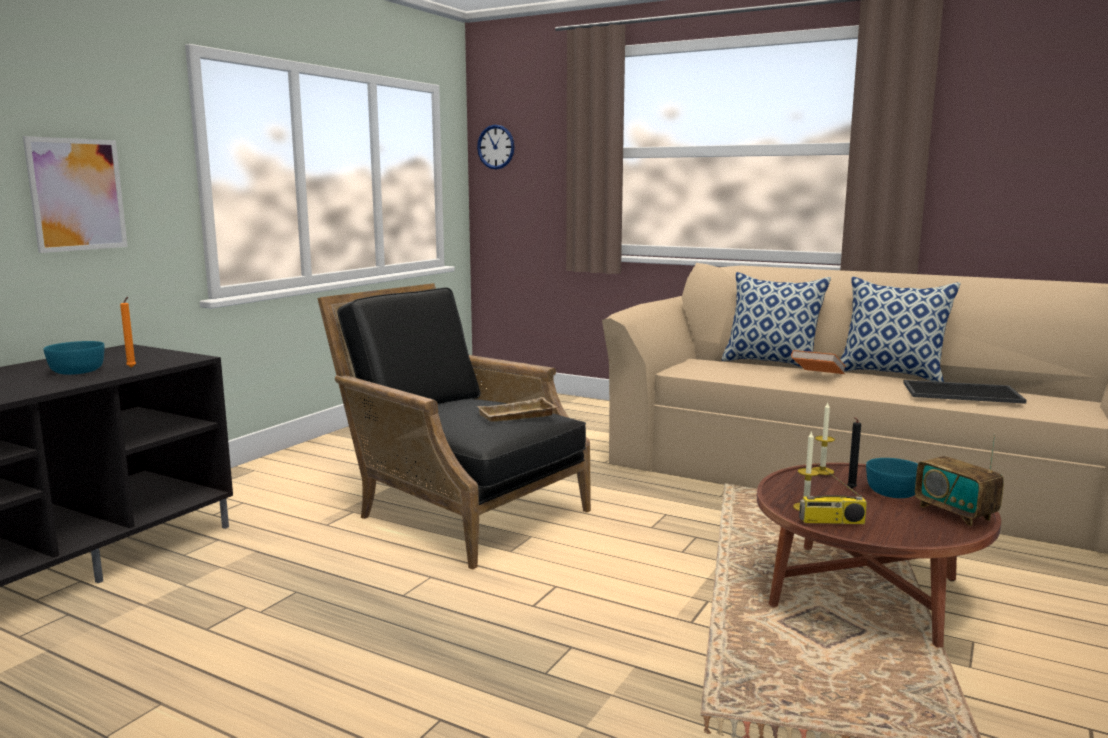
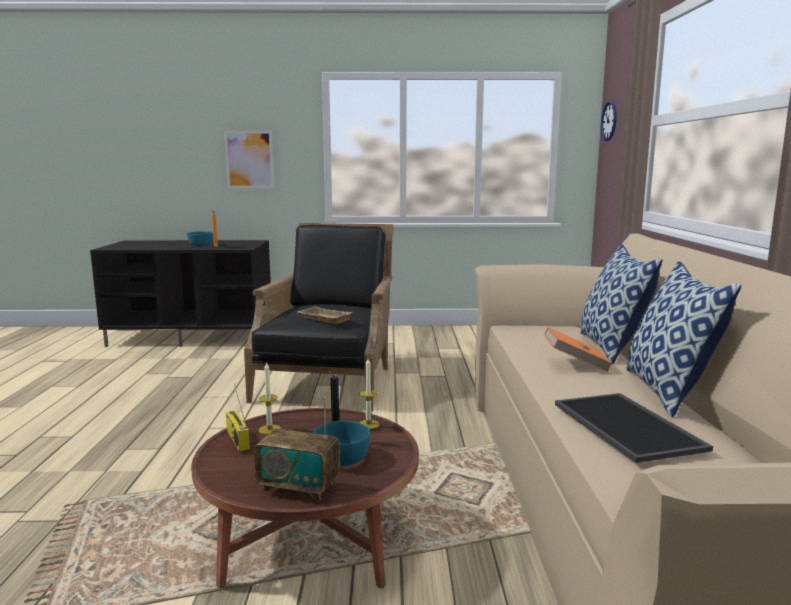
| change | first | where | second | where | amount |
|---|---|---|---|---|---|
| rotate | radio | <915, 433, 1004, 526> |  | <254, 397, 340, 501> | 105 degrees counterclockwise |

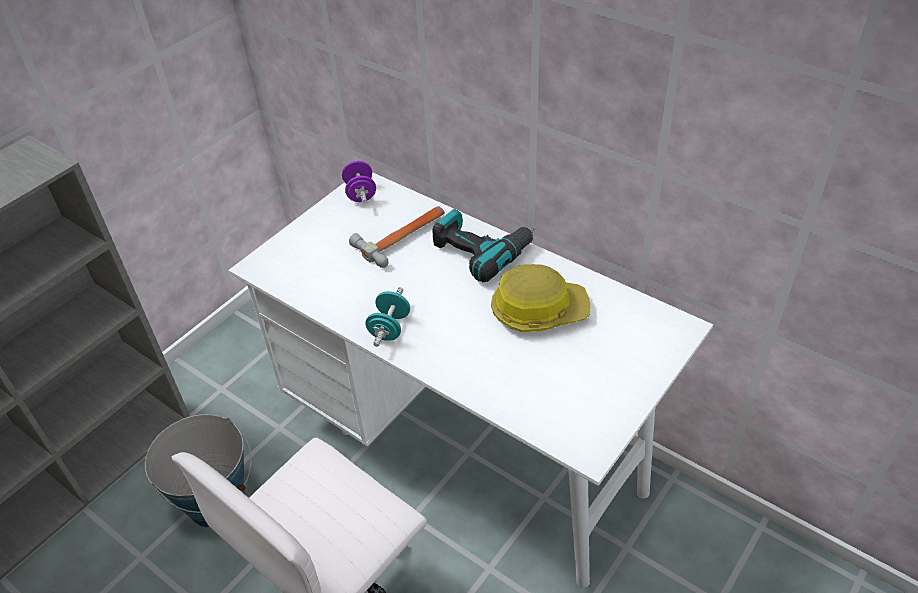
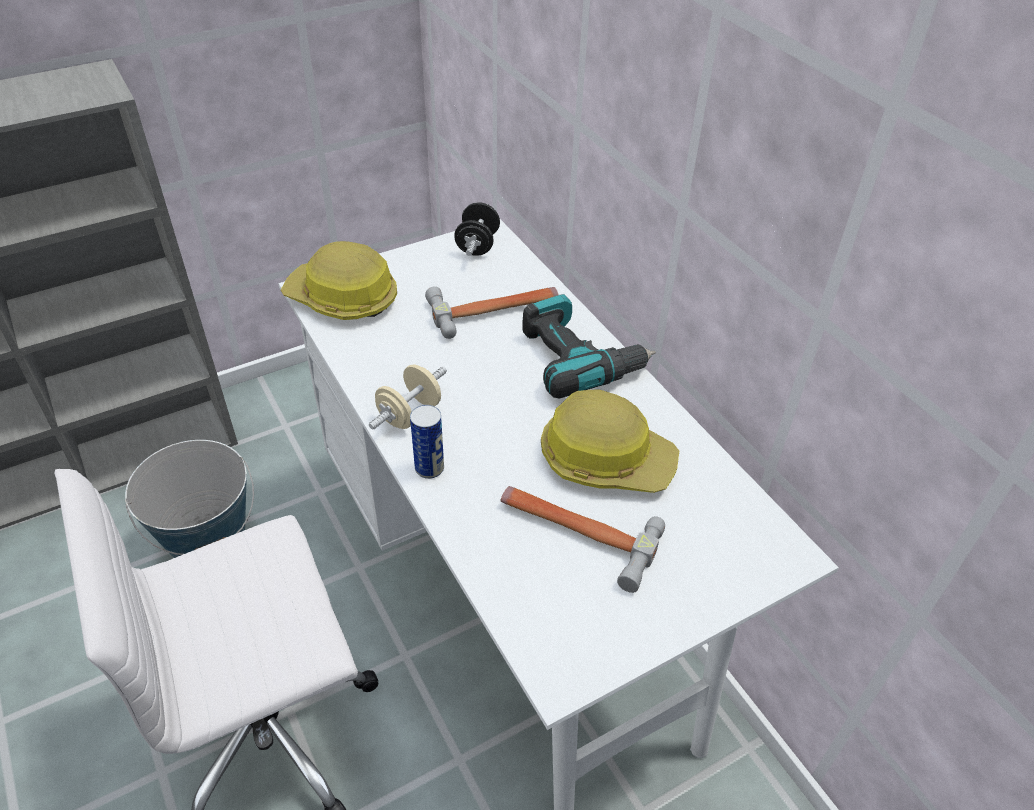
| change | first | where | second | where | amount |
|---|---|---|---|---|---|
| recolor | purple dumbbell | <342, 161, 376, 203> | black dumbbell | <454, 202, 500, 256> |  |
| recolor | turquoise dumbbell | <365, 287, 410, 347> | beige dumbbell | <369, 365, 447, 429> |  |
| insert |  |  | hard hat | <281, 241, 397, 320> |  |
| insert |  |  | can | <410, 405, 444, 479> |  |
| insert |  |  | hammer | <501, 486, 665, 593> |  |

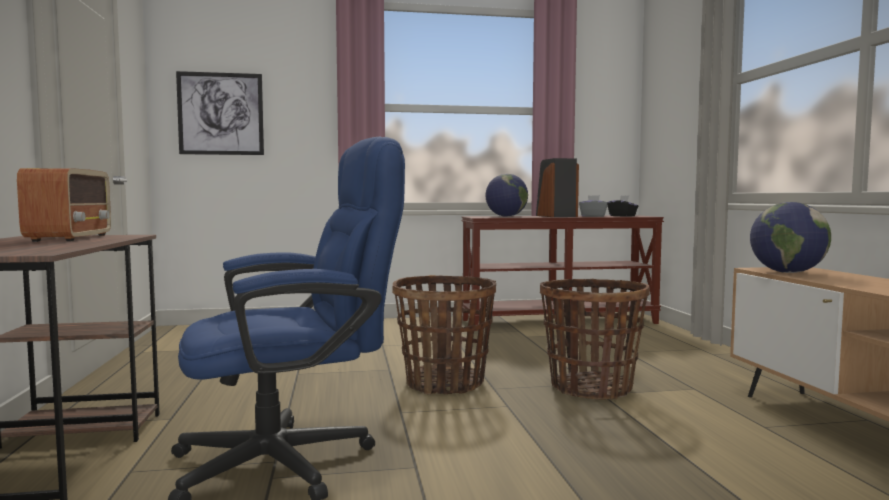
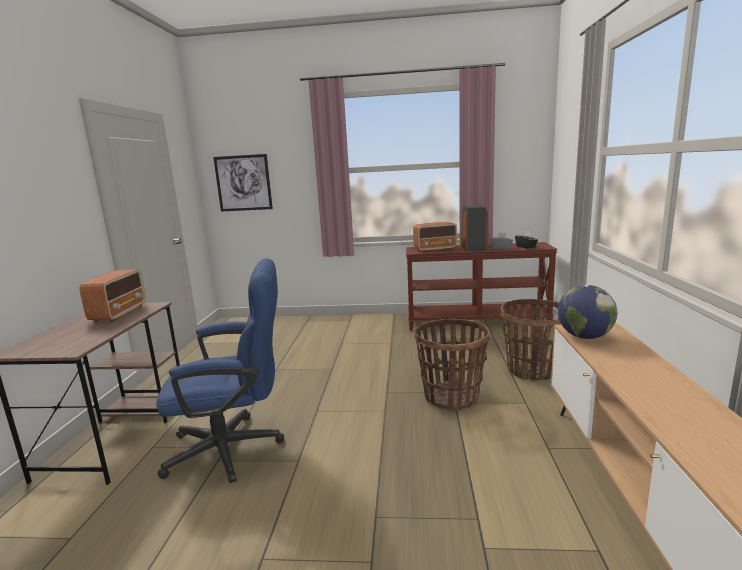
| change | first | where | second | where | amount |
|---|---|---|---|---|---|
| replace | globe | <485, 174, 528, 217> | radio | <413, 222, 457, 252> |  |
| move | basket | <392, 275, 496, 395> |  | <501, 299, 561, 380> |  |

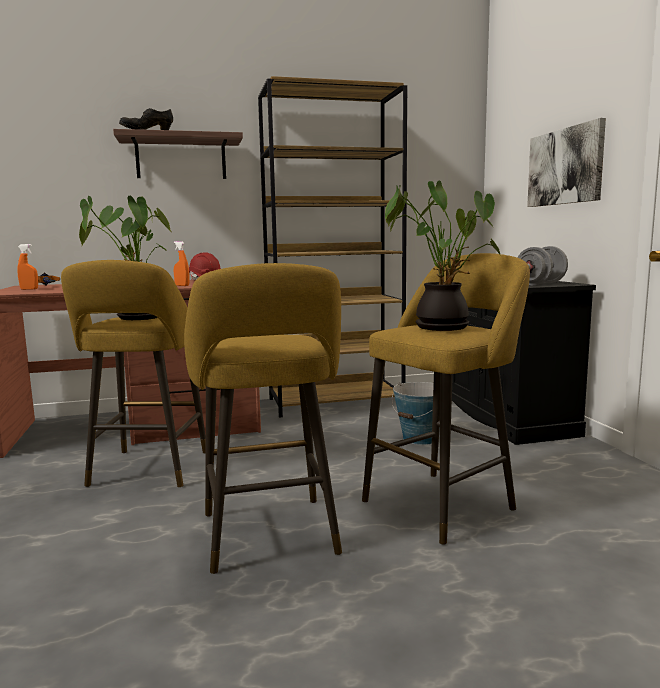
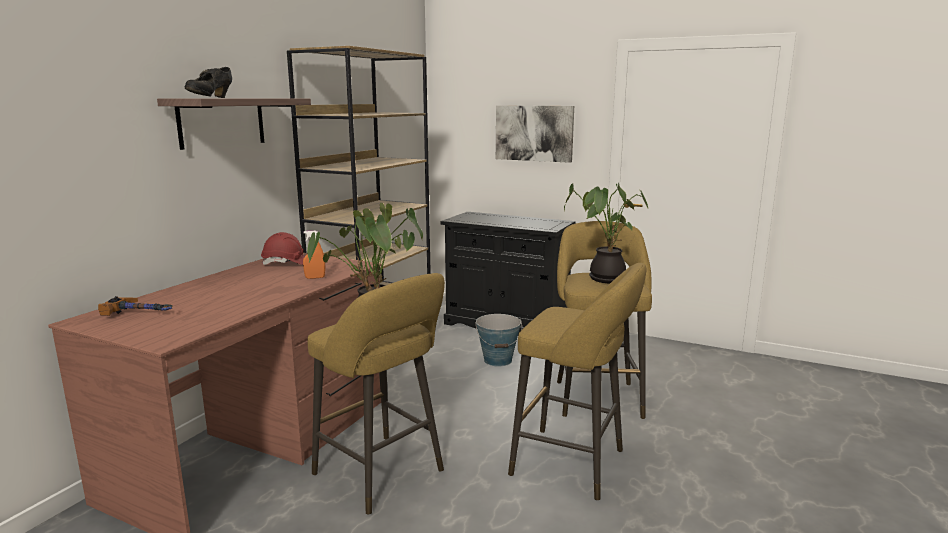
| change | first | where | second | where | amount |
|---|---|---|---|---|---|
| delete | orange spray bottle | <17, 244, 38, 290> |  |  |  |
| delete | grey dumbbell | <517, 246, 568, 285> |  |  |  |

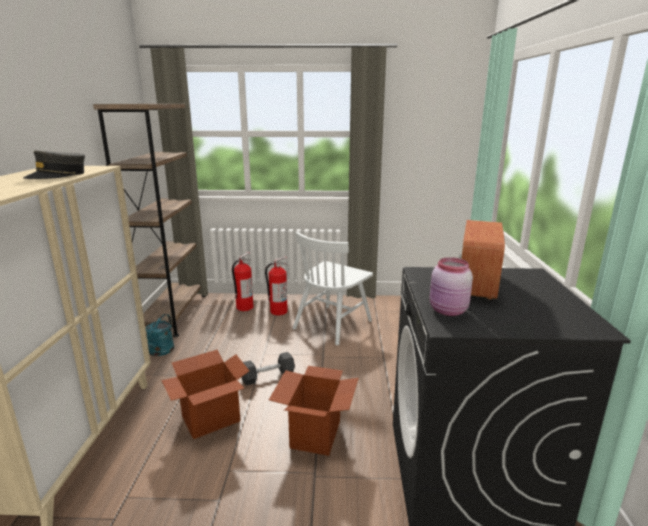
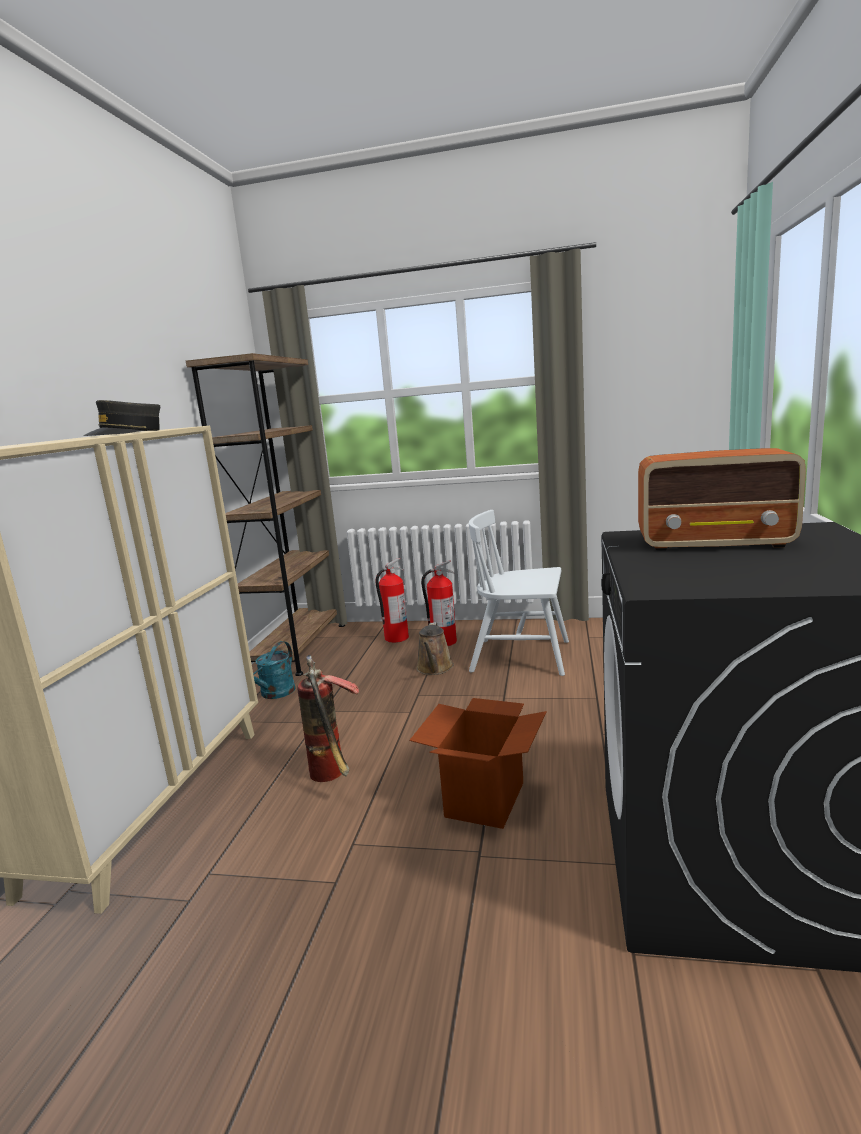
| change | first | where | second | where | amount |
|---|---|---|---|---|---|
| rotate | radio | <459, 220, 505, 301> |  | <638, 448, 806, 551> | 105 degrees counterclockwise |
| rotate | white chair | <293, 232, 373, 345> |  | <469, 510, 569, 676> | 60 degrees clockwise |
| delete | pink jar | <430, 257, 473, 316> |  |  |  |
| replace | cardboard box | <162, 350, 249, 439> | fire extinguisher | <297, 655, 359, 782> |  |
| delete | grey dumbbell | <241, 352, 295, 386> |  |  |  |
| insert |  |  | brown watering can | <416, 622, 454, 675> |  |

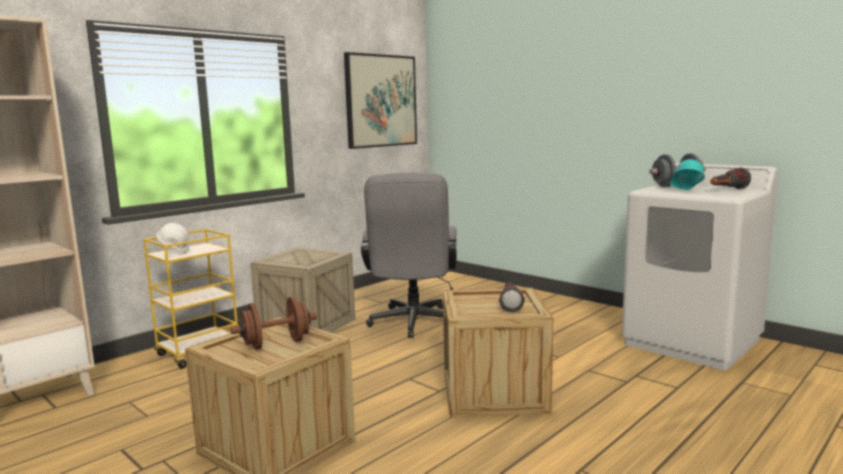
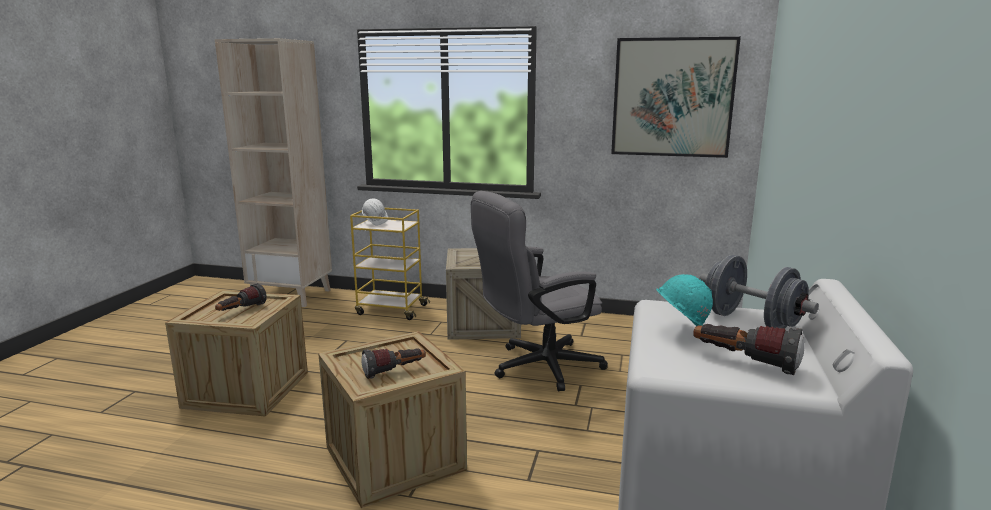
| change | first | where | second | where | amount |
|---|---|---|---|---|---|
| replace | brown dumbbell | <230, 297, 317, 350> | flashlight | <215, 283, 267, 311> |  |

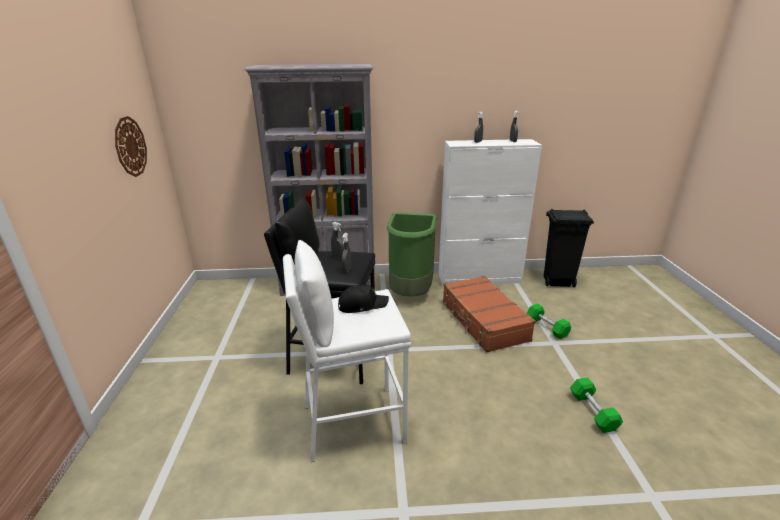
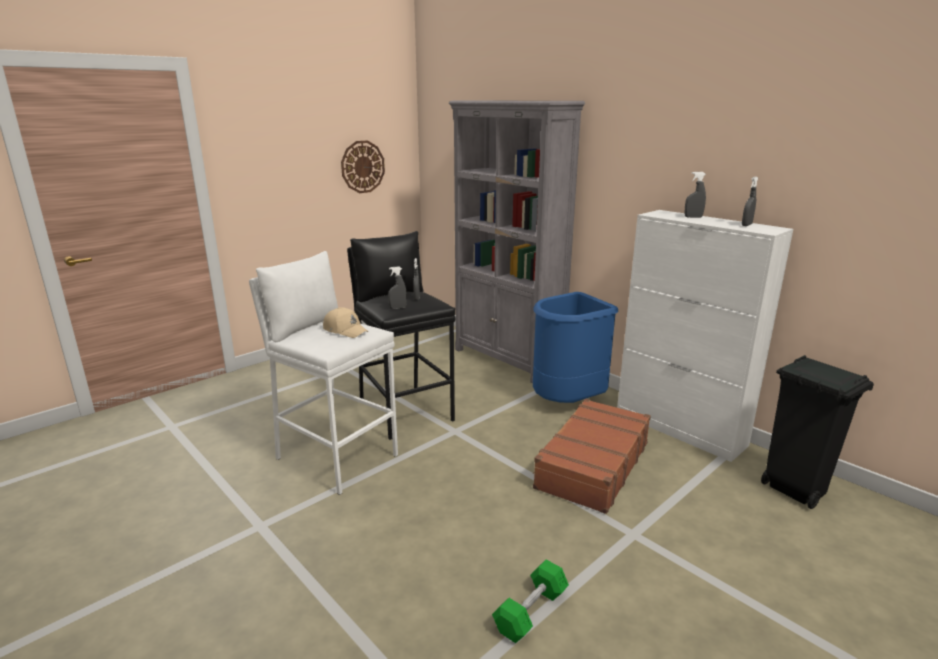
| change | first | where | second | where | amount |
|---|---|---|---|---|---|
| recolor | green trash can | <387, 212, 437, 297> | blue trash can | <533, 292, 618, 403> |  |
| recolor | black cap | <338, 284, 389, 313> | beige cap | <323, 307, 368, 338> |  |
| delete | green dumbbell | <527, 304, 571, 339> |  |  |  |

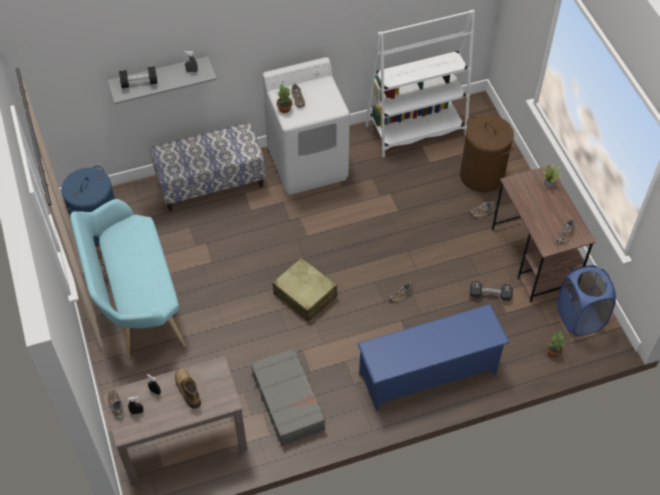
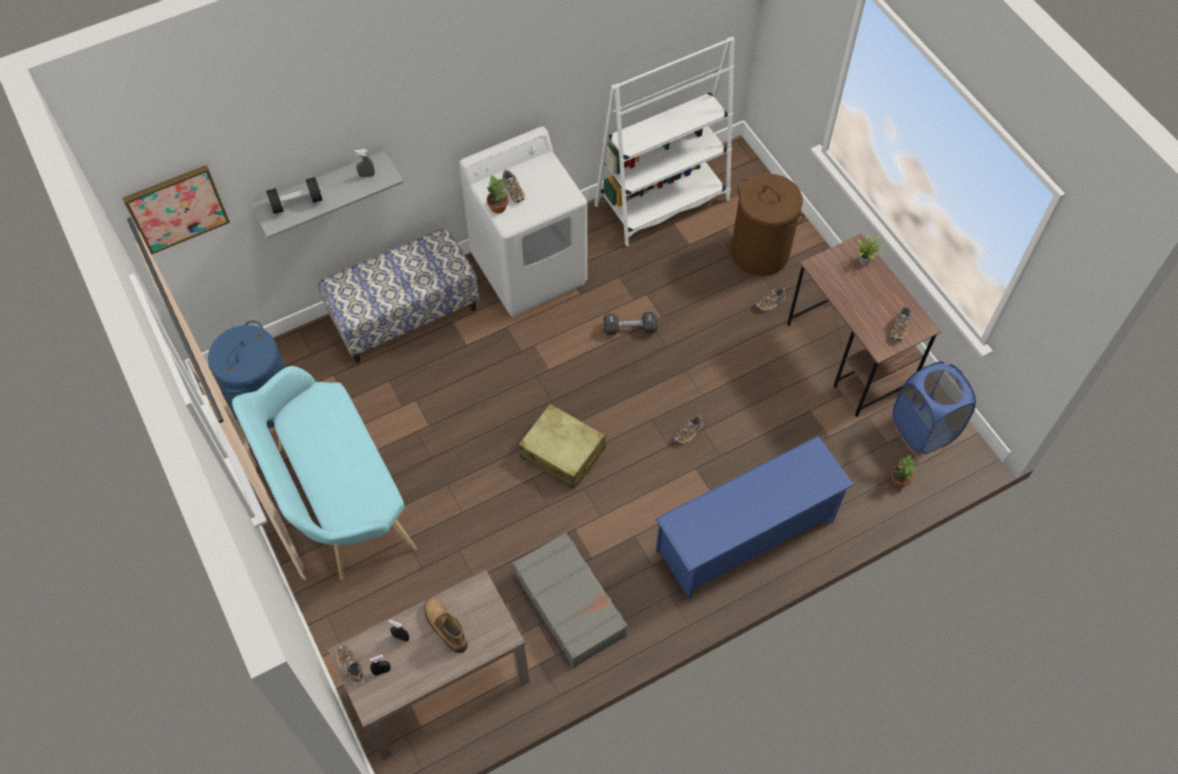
| change | first | where | second | where | amount |
|---|---|---|---|---|---|
| move | black dumbbell | <470, 281, 513, 301> |  | <603, 312, 657, 335> |  |
| insert |  |  | picture | <122, 165, 230, 255> |  |

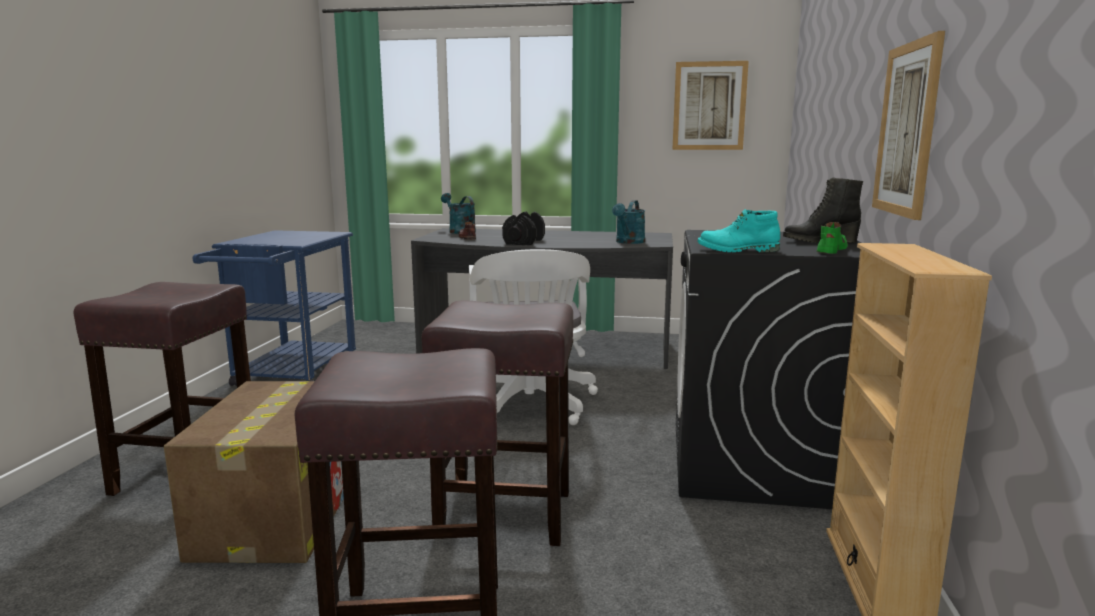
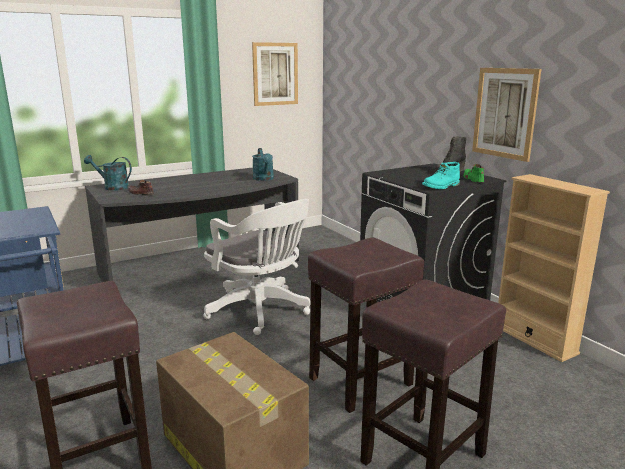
| change | first | where | second | where | amount |
|---|---|---|---|---|---|
| delete | black dumbbell | <502, 211, 545, 245> |  |  |  |

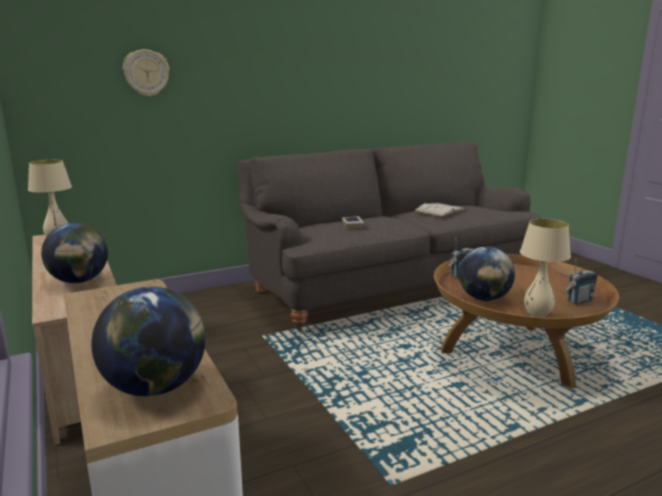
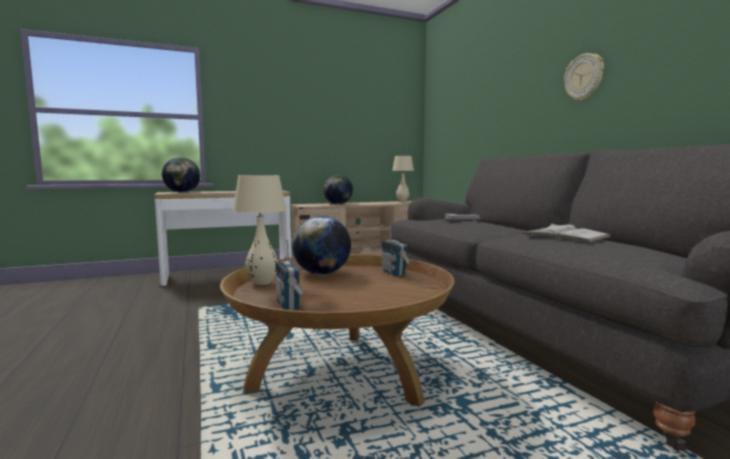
| change | first | where | second | where | amount |
|---|---|---|---|---|---|
| move | wall clock | <123, 49, 169, 96> |  | <564, 53, 604, 101> |  |

